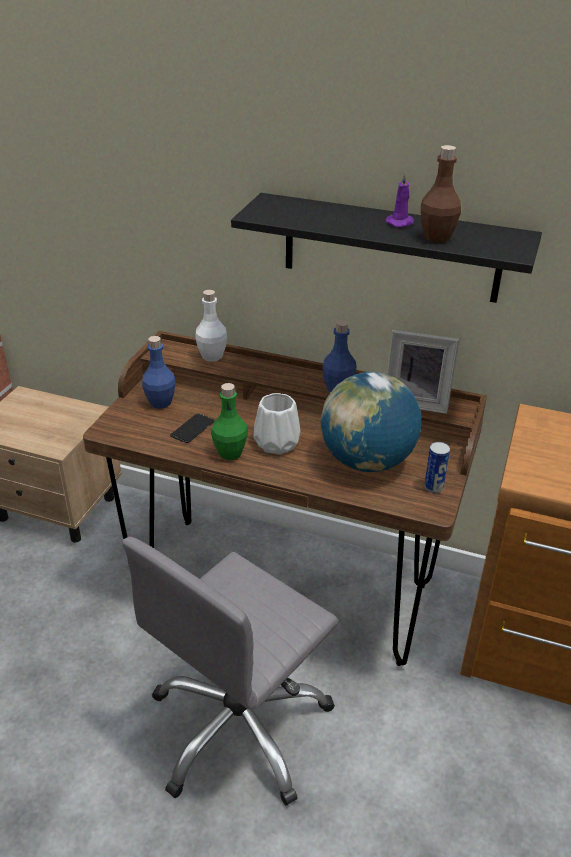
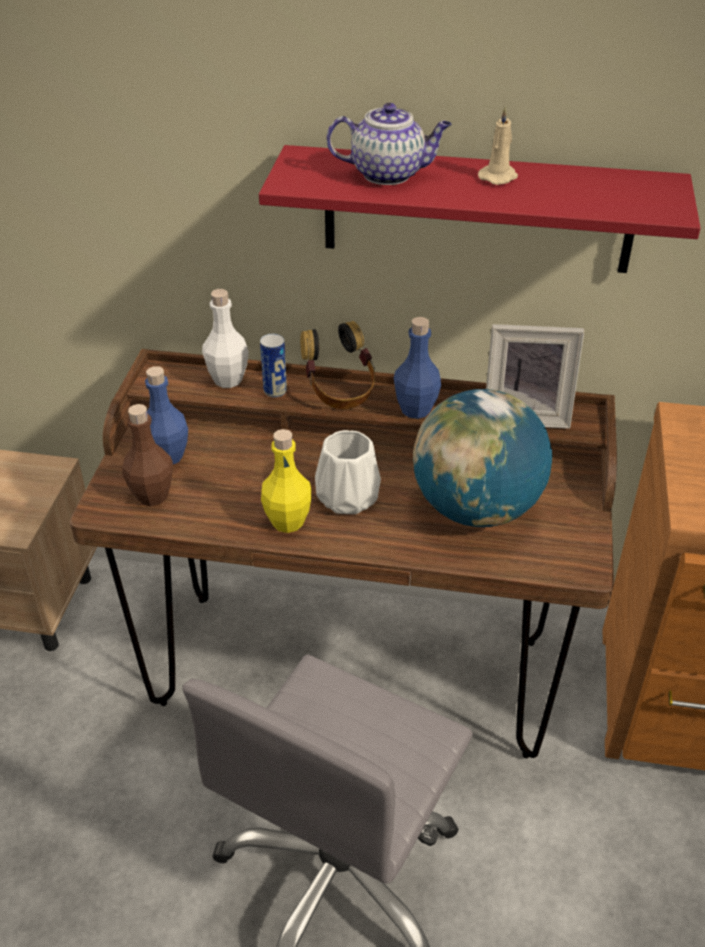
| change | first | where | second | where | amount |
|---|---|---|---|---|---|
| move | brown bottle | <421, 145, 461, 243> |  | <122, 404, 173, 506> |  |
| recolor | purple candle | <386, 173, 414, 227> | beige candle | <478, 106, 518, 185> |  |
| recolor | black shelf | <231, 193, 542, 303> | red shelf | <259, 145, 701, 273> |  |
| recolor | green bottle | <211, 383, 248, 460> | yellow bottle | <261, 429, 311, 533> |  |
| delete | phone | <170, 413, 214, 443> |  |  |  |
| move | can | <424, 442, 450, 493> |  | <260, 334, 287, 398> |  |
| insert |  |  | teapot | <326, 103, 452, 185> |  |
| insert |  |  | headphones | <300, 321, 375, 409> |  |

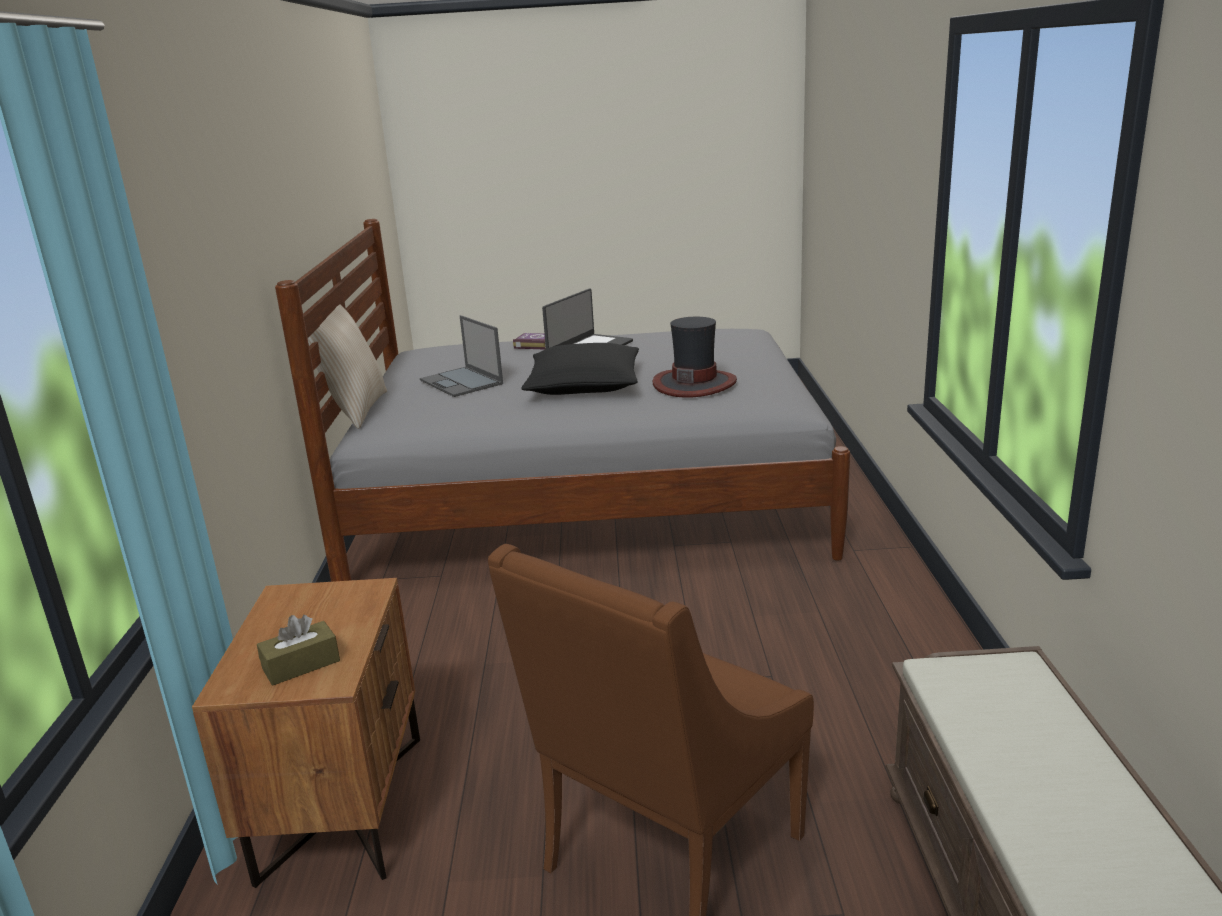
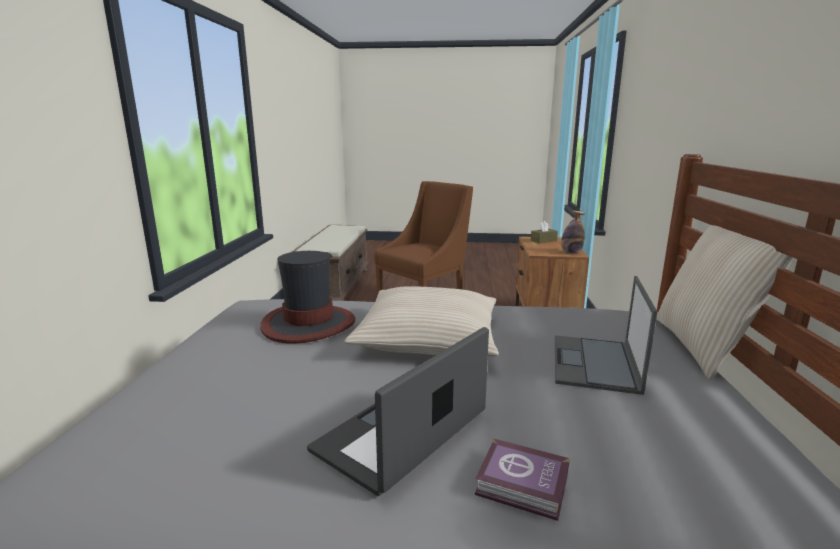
| change | first | where | second | where | amount |
|---|---|---|---|---|---|
| rotate | laptop | <420, 315, 503, 397> |  | <555, 276, 657, 395> | 135 degrees counterclockwise |
| recolor | black pillow | <522, 343, 639, 395> | beige pillow | <344, 286, 499, 356> |  |
| insert |  |  | bottle | <561, 211, 585, 254> |  |

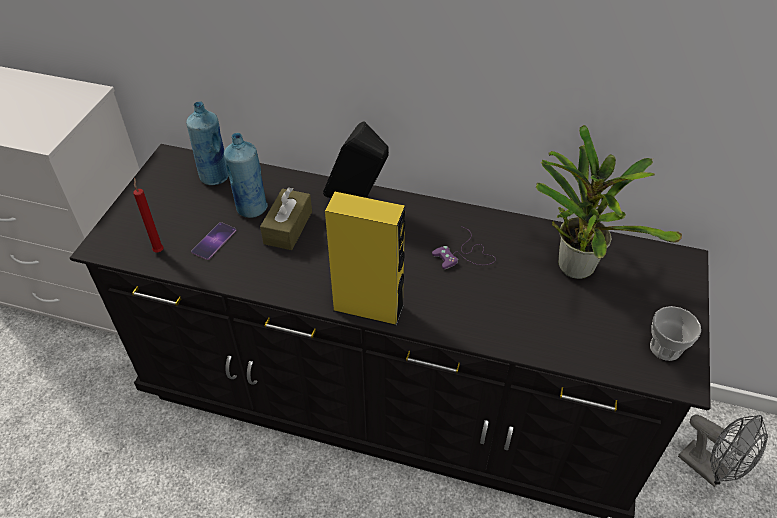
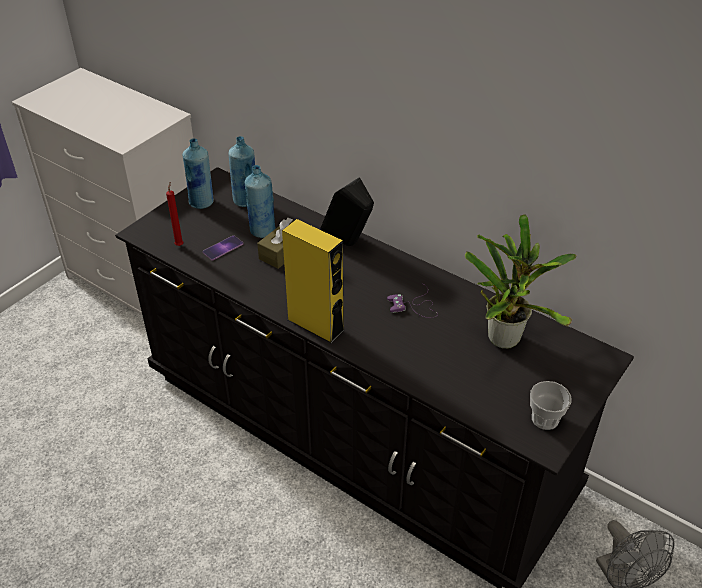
| change | first | where | second | where | amount |
|---|---|---|---|---|---|
| insert |  |  | blue bottle | <182, 138, 214, 209> |  |

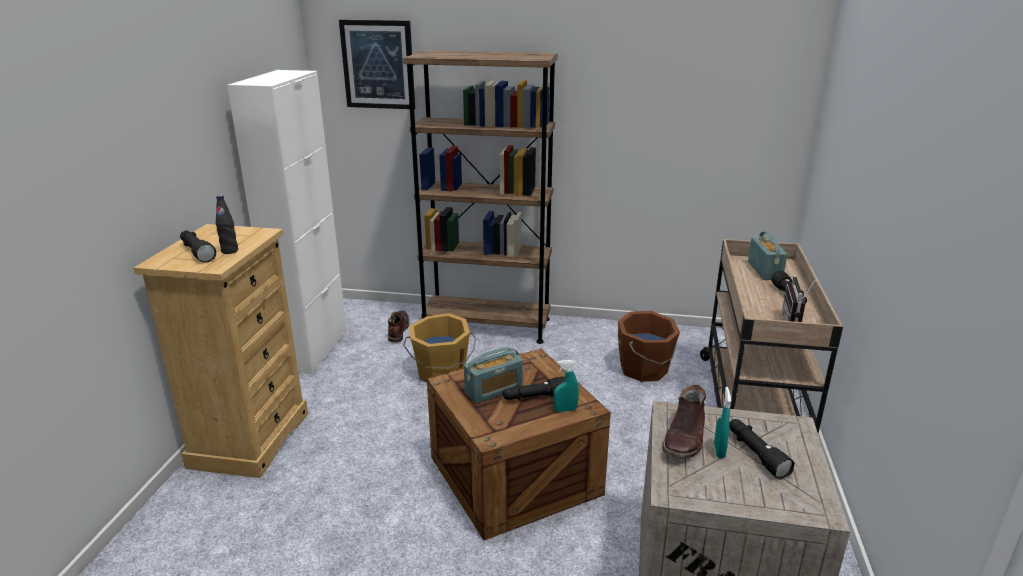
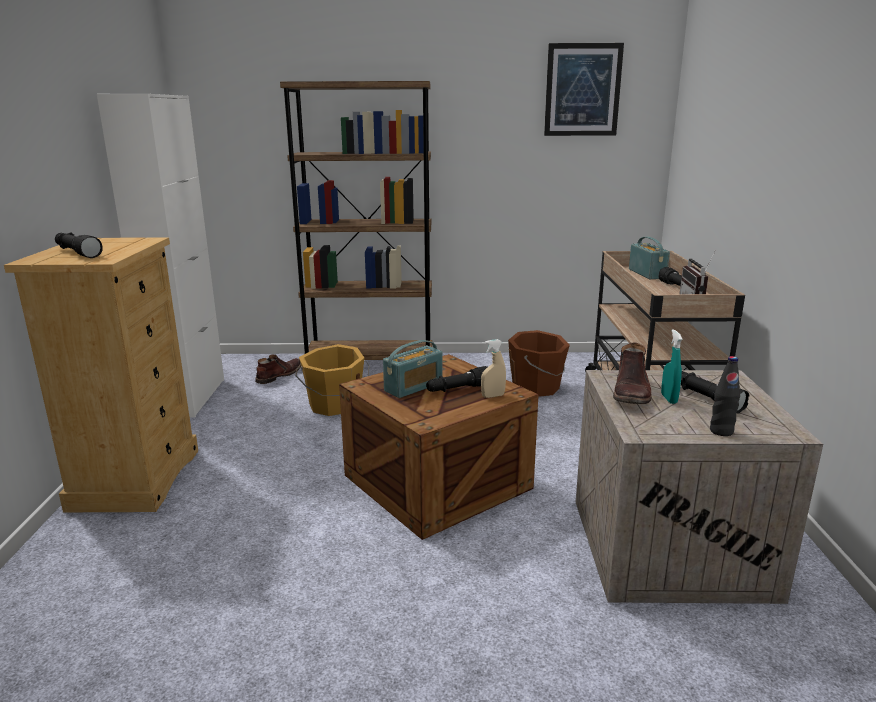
| change | first | where | second | where | amount |
|---|---|---|---|---|---|
| move | picture | <339, 20, 415, 109> |  | <544, 43, 624, 136> |  |
| move | black bottle | <216, 195, 238, 254> |  | <710, 356, 740, 436> |  |
| rotate | brown boot | <388, 310, 409, 342> |  | <255, 354, 301, 384> | 45 degrees clockwise |
| recolor | turquoise spray bottle | <553, 360, 579, 412> | beige spray bottle | <481, 339, 506, 398> |  |

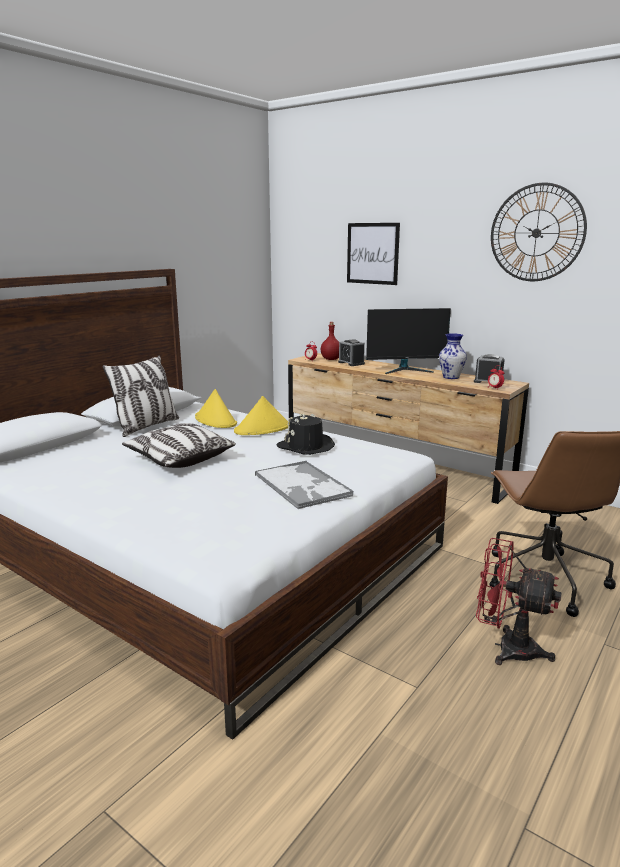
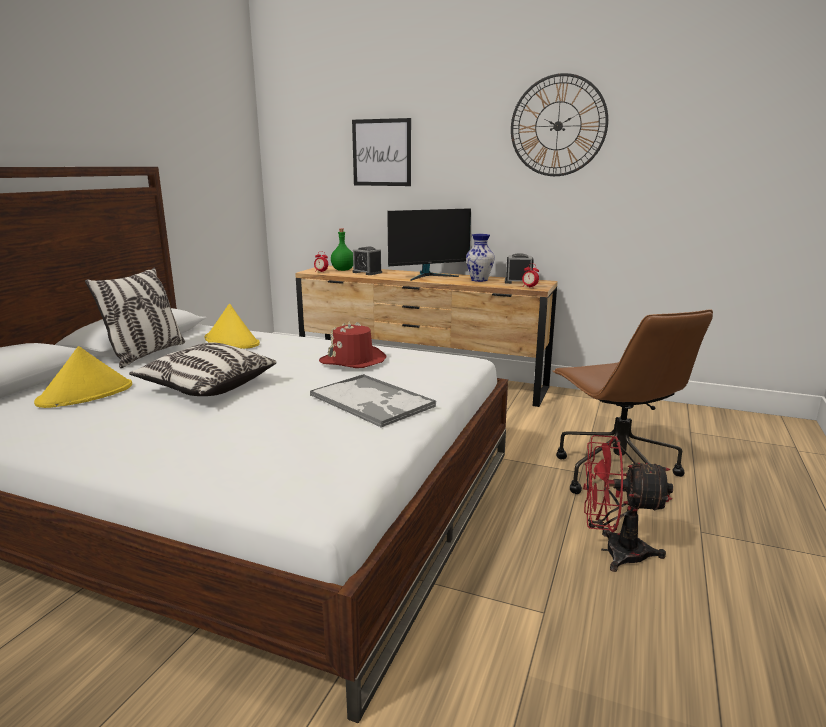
| change | first | where | second | where | amount |
|---|---|---|---|---|---|
| recolor | red bottle | <321, 322, 339, 360> | green bottle | <331, 228, 353, 271> |  |
| move | yellow hat | <234, 396, 288, 435> |  | <34, 346, 132, 408> |  |
| recolor | black hat | <277, 414, 335, 455> | red hat | <319, 322, 386, 368> |  |

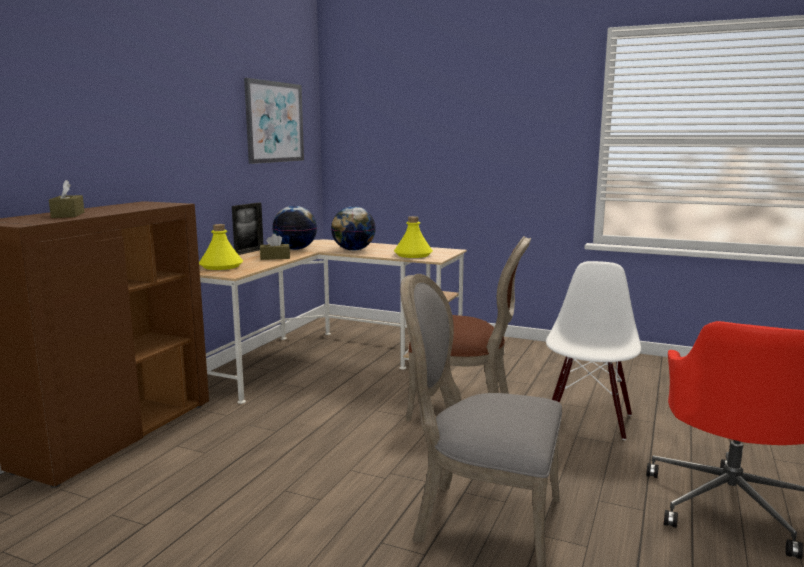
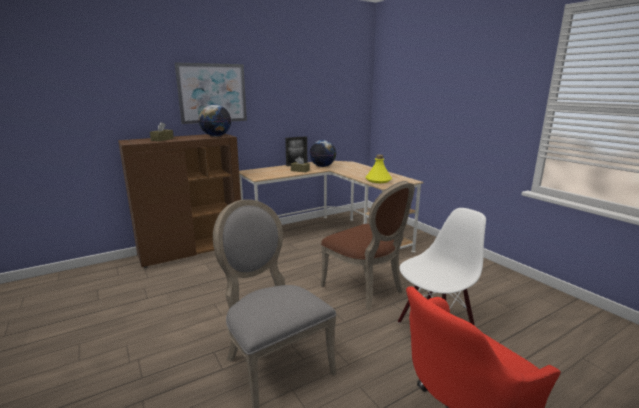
| change | first | where | second | where | amount |
|---|---|---|---|---|---|
| move | picture | <244, 78, 304, 164> |  | <175, 62, 247, 124> |  |
| move | globe | <331, 206, 376, 251> |  | <199, 104, 231, 136> |  |
| delete | yellow bottle | <199, 224, 243, 270> |  |  |  |

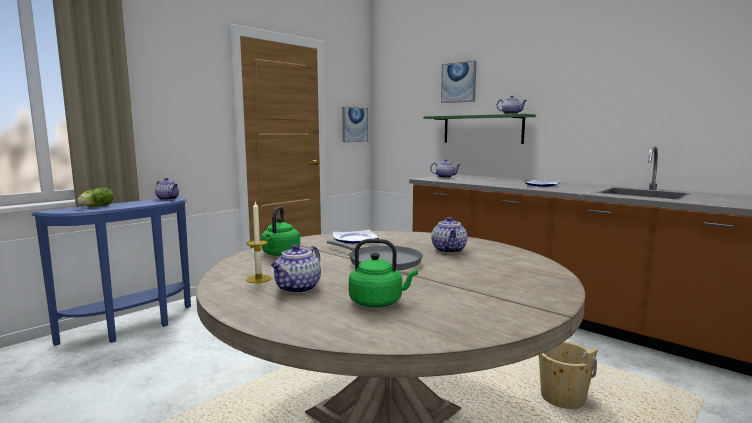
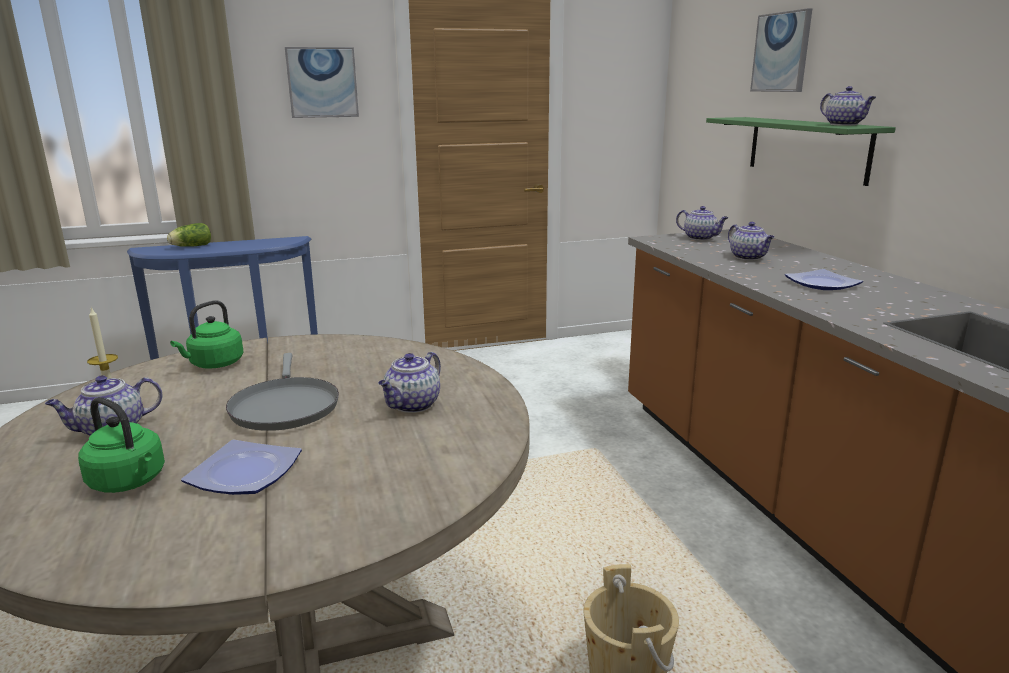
| change | first | where | second | where | amount |
|---|---|---|---|---|---|
| move | picture | <342, 107, 368, 142> |  | <285, 47, 359, 118> |  |
| move | teapot | <155, 178, 179, 200> |  | <728, 222, 774, 260> |  |
| move | plate | <333, 230, 379, 244> |  | <181, 440, 302, 495> |  |

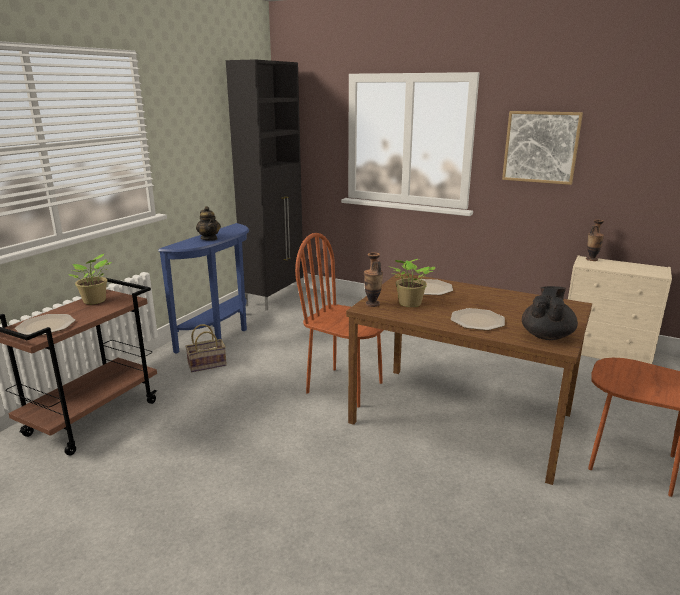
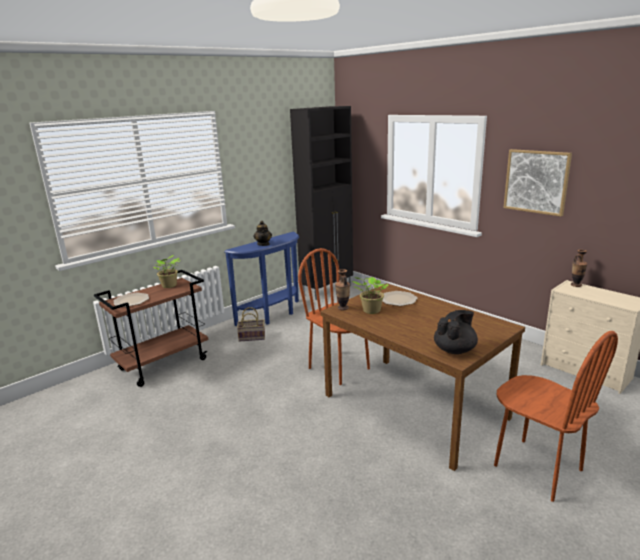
| change | first | where | second | where | amount |
|---|---|---|---|---|---|
| delete | plate | <451, 308, 505, 331> |  |  |  |

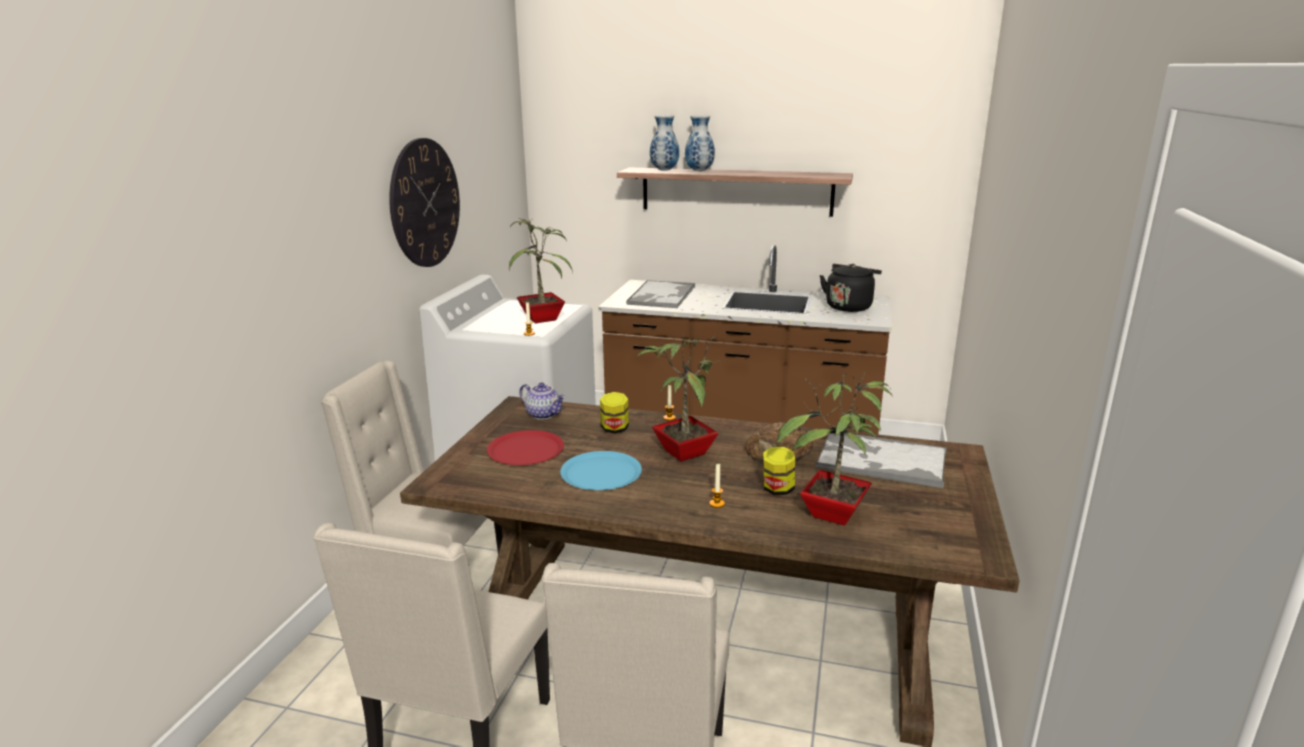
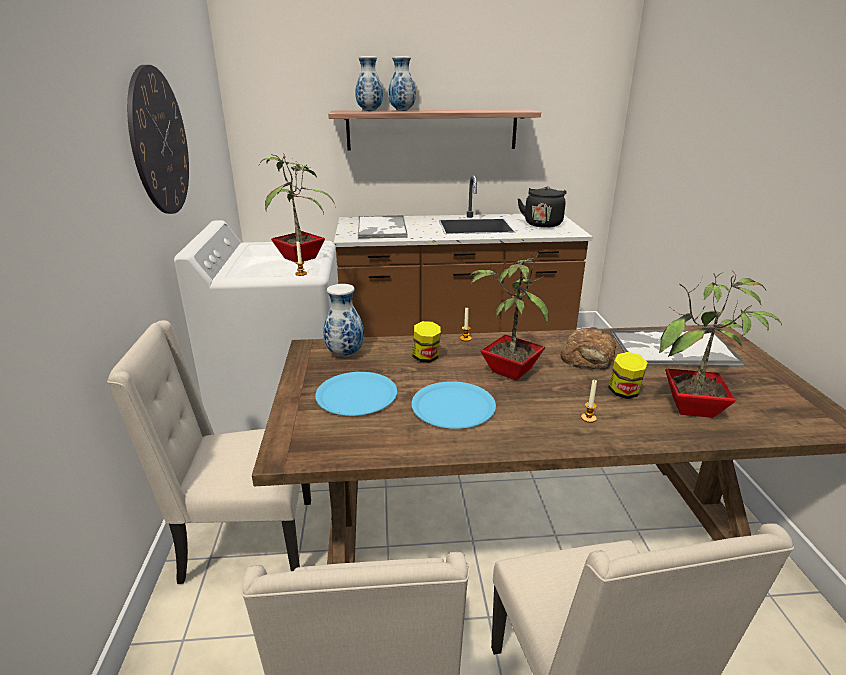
| change | first | where | second | where | amount |
|---|---|---|---|---|---|
| replace | teapot | <519, 382, 565, 420> | vase | <323, 284, 364, 357> |  |
| recolor | red plate | <487, 430, 564, 465> | blue plate | <315, 372, 397, 416> |  |

